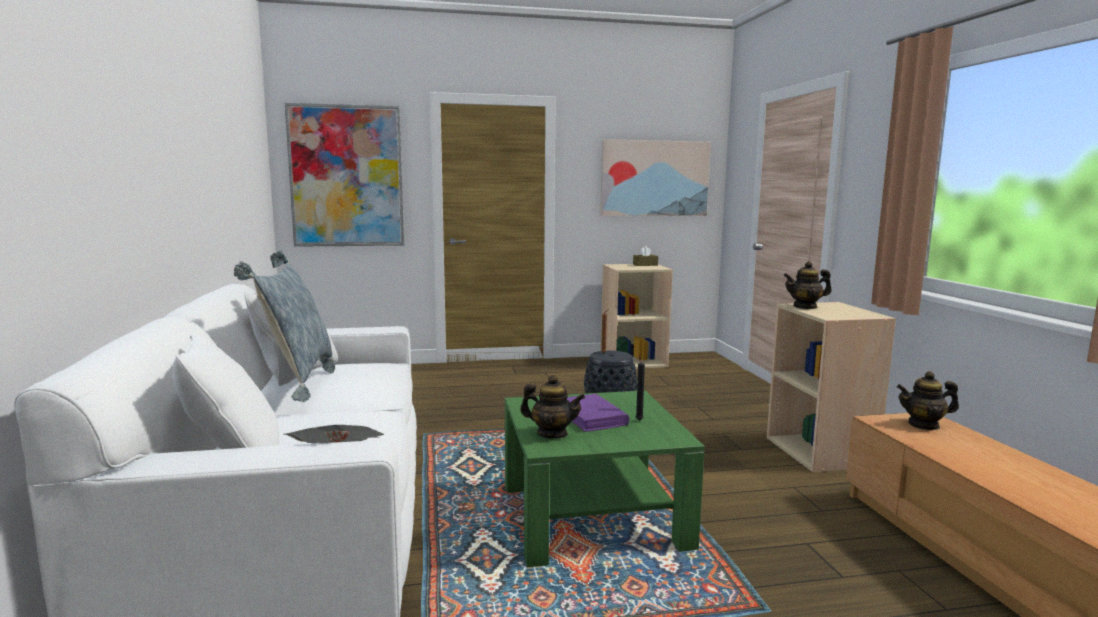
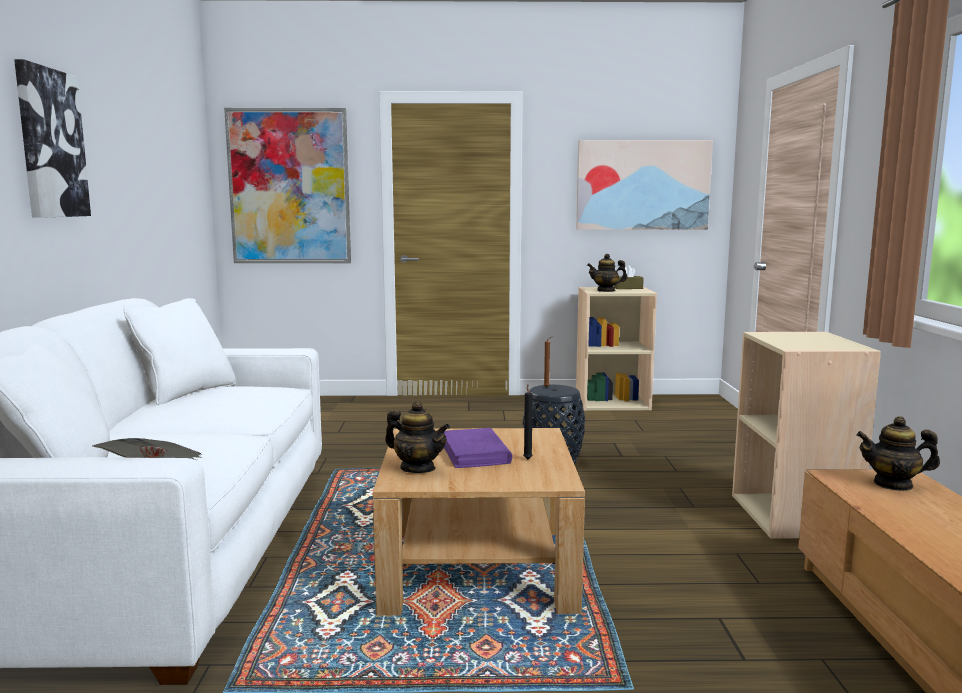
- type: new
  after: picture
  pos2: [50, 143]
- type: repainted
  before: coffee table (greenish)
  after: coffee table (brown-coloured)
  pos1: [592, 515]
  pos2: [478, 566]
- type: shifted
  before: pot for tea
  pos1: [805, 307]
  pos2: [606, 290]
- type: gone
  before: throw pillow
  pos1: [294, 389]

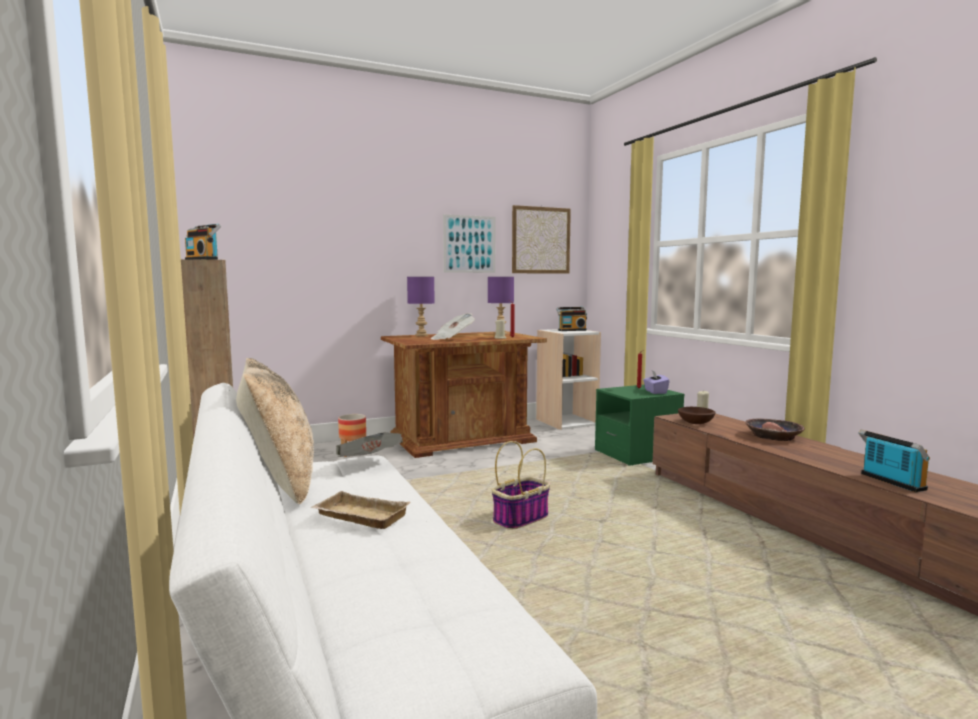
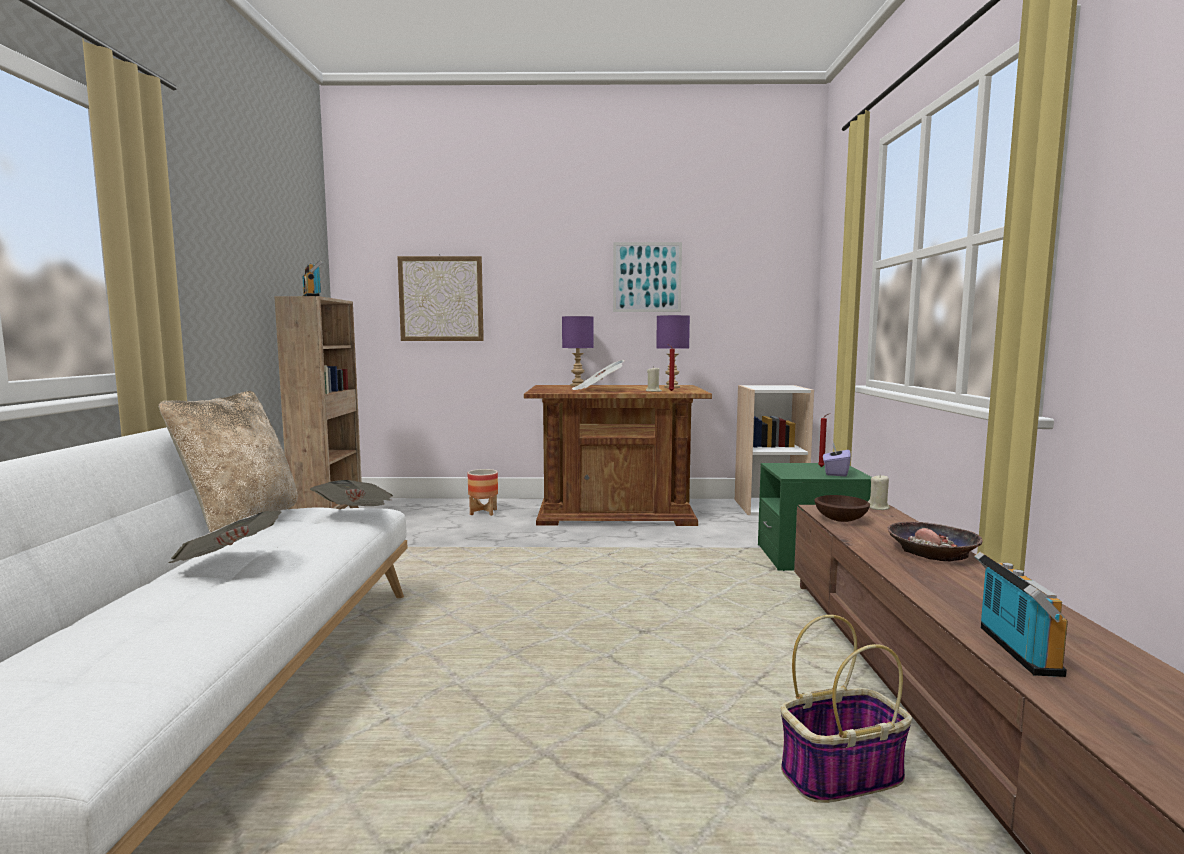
- type: swapped
  before: tray (beige)
  after: daily paper
  pos1: [358, 517]
  pos2: [228, 563]
- type: shifted
  before: picture
  pos1: [541, 239]
  pos2: [441, 298]
- type: shifted
  before: basket
  pos1: [521, 519]
  pos2: [842, 775]
- type: gone
  before: radio set
  pos1: [571, 330]

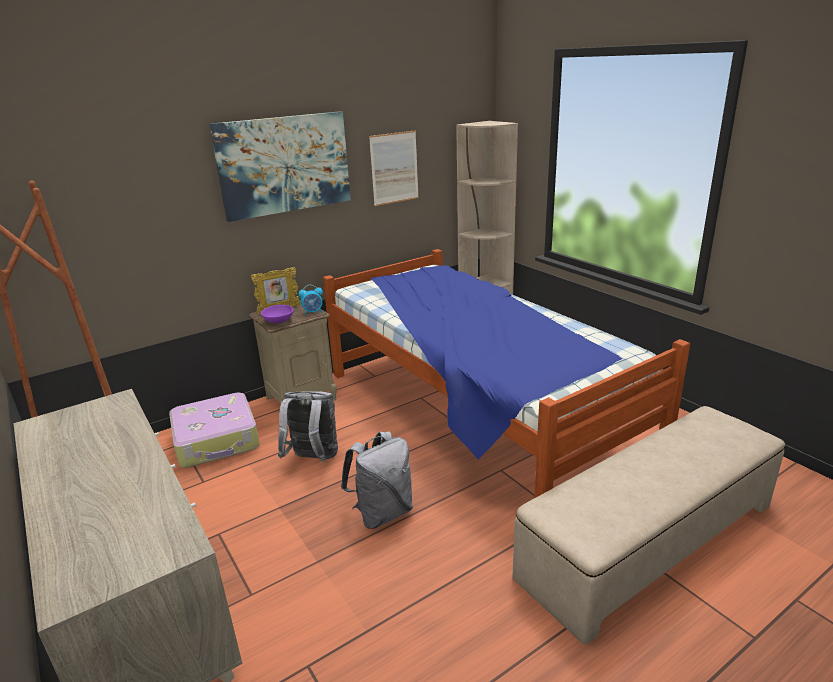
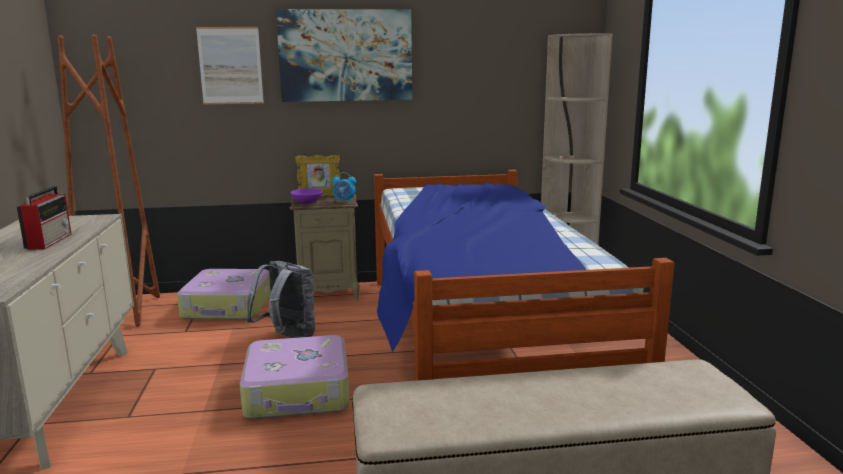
- type: new
  after: radio set
  pos2: [50, 241]
- type: shifted
  before: picture
  pos1: [394, 168]
  pos2: [230, 65]
- type: swapped
  before: rucksack (gray)
  after: suitcase
  pos1: [382, 513]
  pos2: [298, 392]

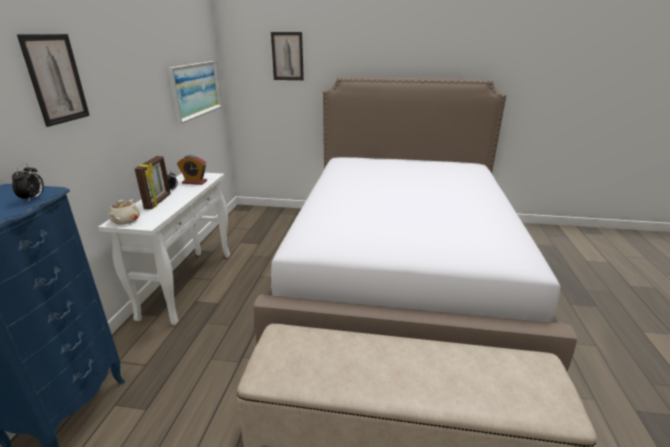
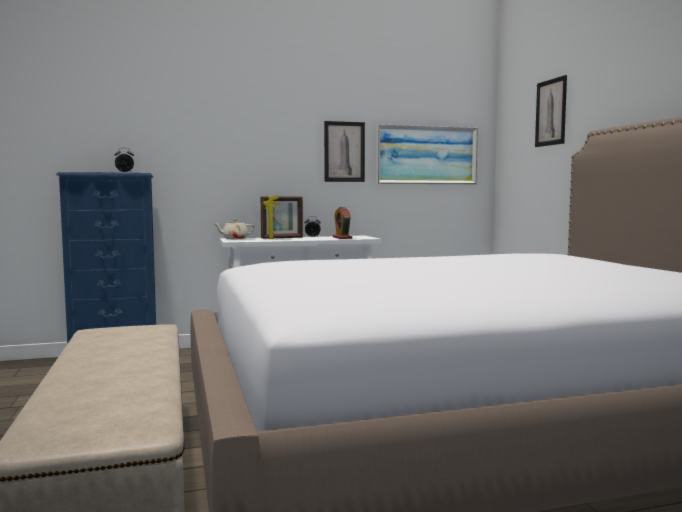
- type: shifted
  before: picture
  pos1: [56, 79]
  pos2: [344, 151]

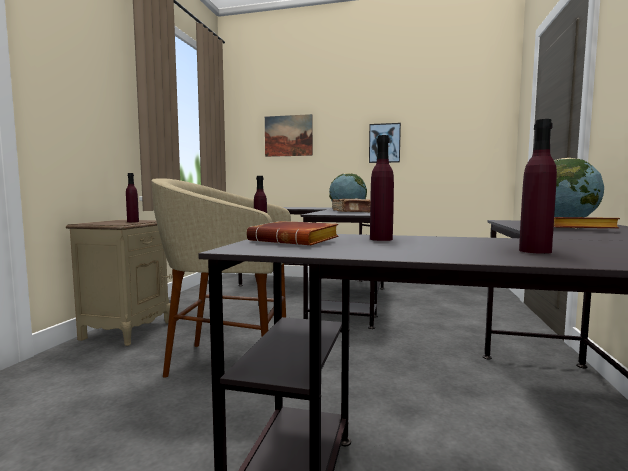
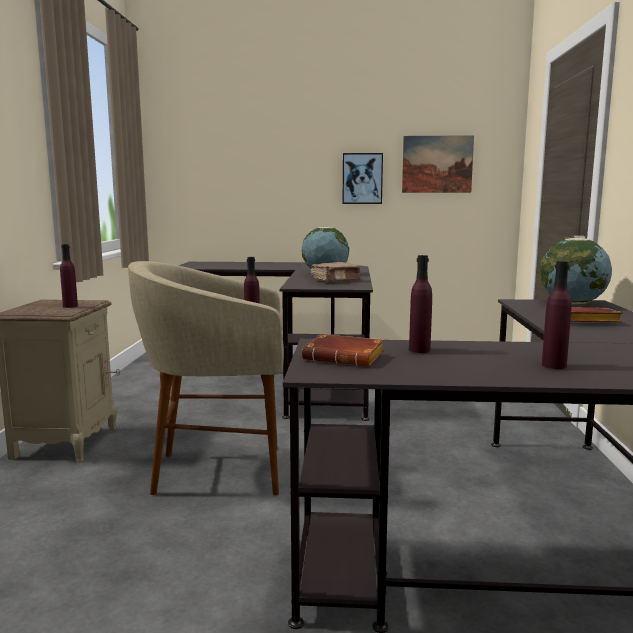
- type: shifted
  before: picture
  pos1: [288, 136]
  pos2: [437, 164]

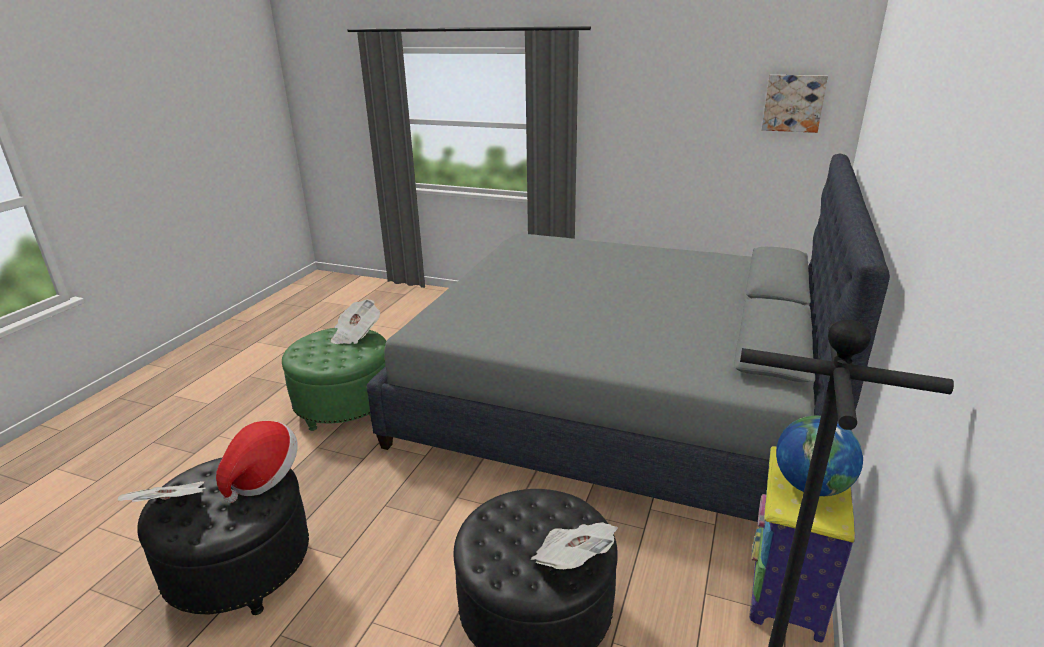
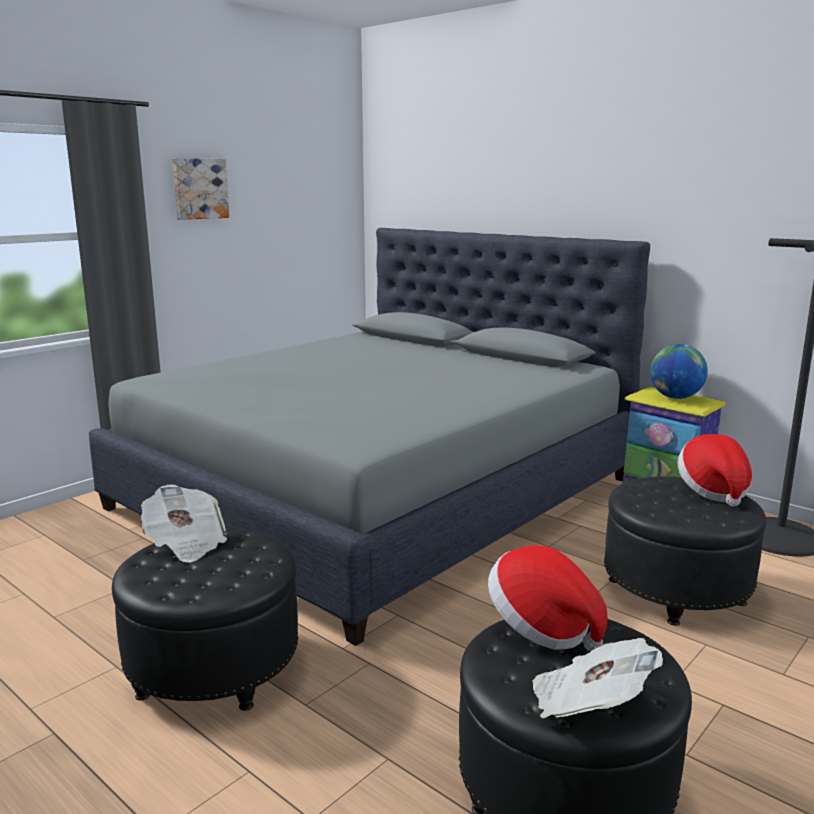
- type: repainted
  before: footrest (greenish)
  after: footrest (black-coloured)
  pos1: [345, 407]
  pos2: [214, 668]
- type: shifted
  before: picture
  pos1: [793, 103]
  pos2: [199, 188]
- type: swapped
  before: daily paper
  after: hat
  pos1: [572, 560]
  pos2: [713, 490]

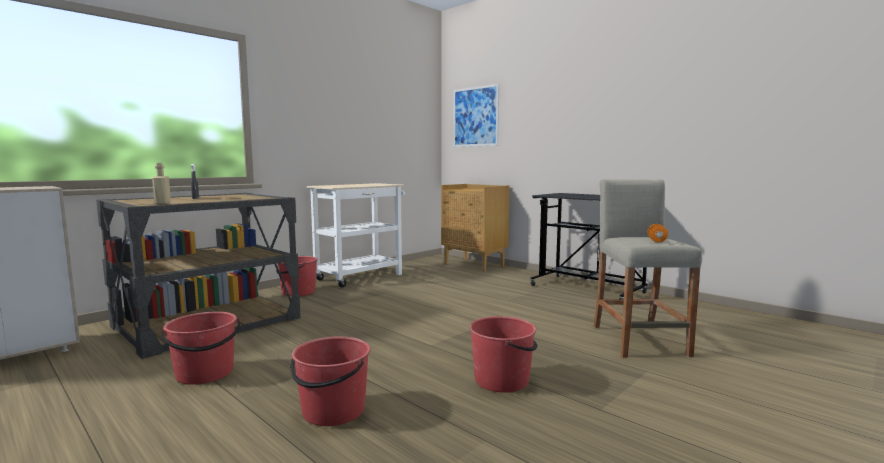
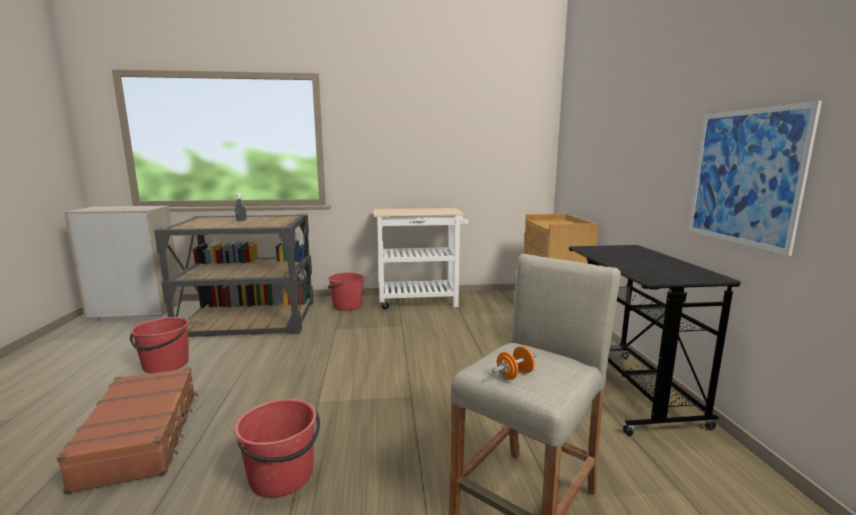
- type: swapped
  before: bucket (reddish)
  after: suitcase (brown-coloured)
  pos1: [333, 411]
  pos2: [142, 436]
- type: shifted
  before: picture
  pos1: [475, 116]
  pos2: [744, 177]
- type: gone
  before: drink bottle (beige)
  pos1: [162, 203]

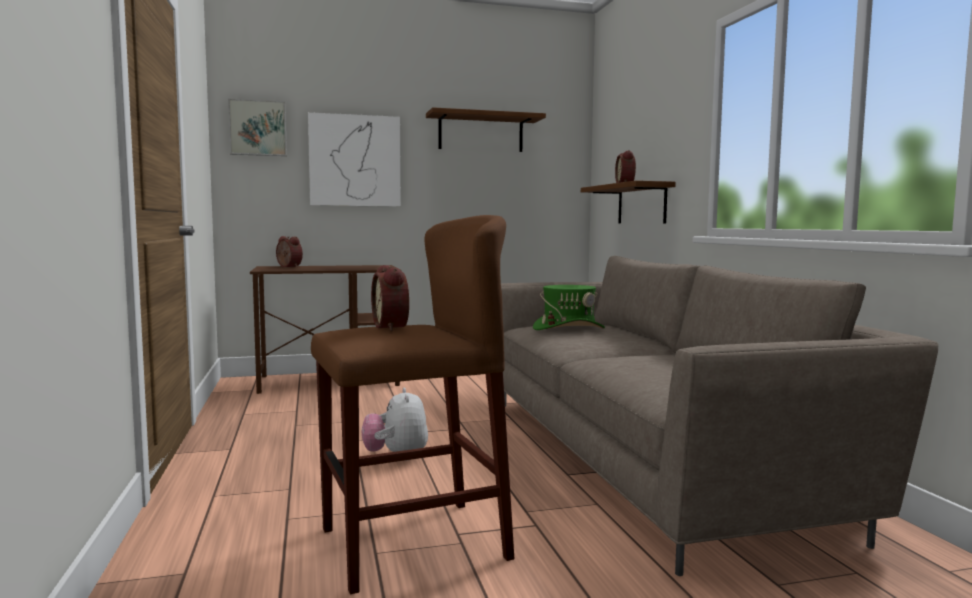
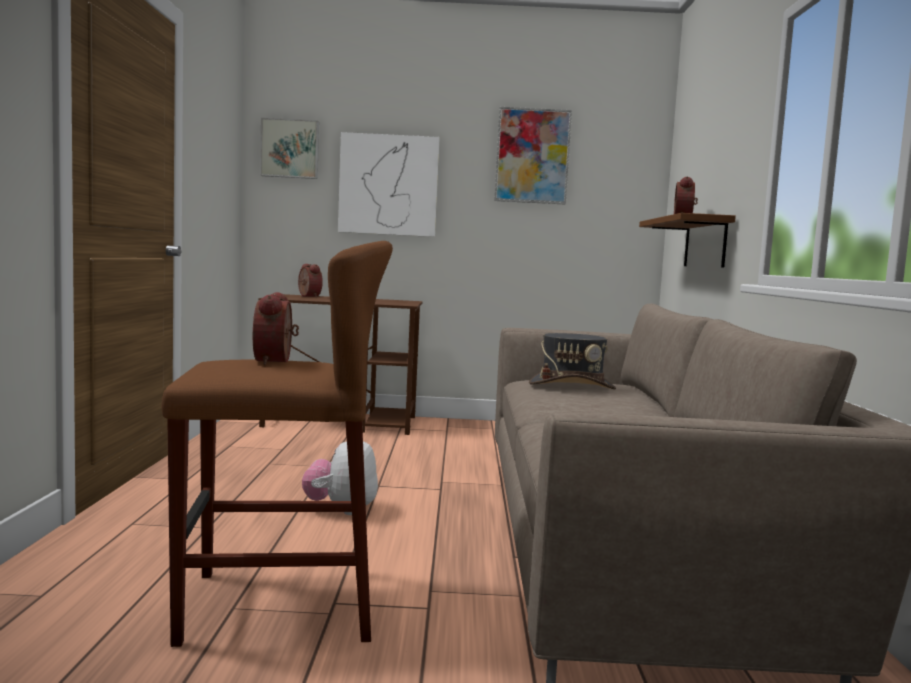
- type: swapped
  before: wall shelf (brown-coloured)
  after: picture
  pos1: [481, 133]
  pos2: [532, 156]
- type: repainted
  before: hat (greenish)
  after: hat (gray)
  pos1: [568, 328]
  pos2: [572, 386]

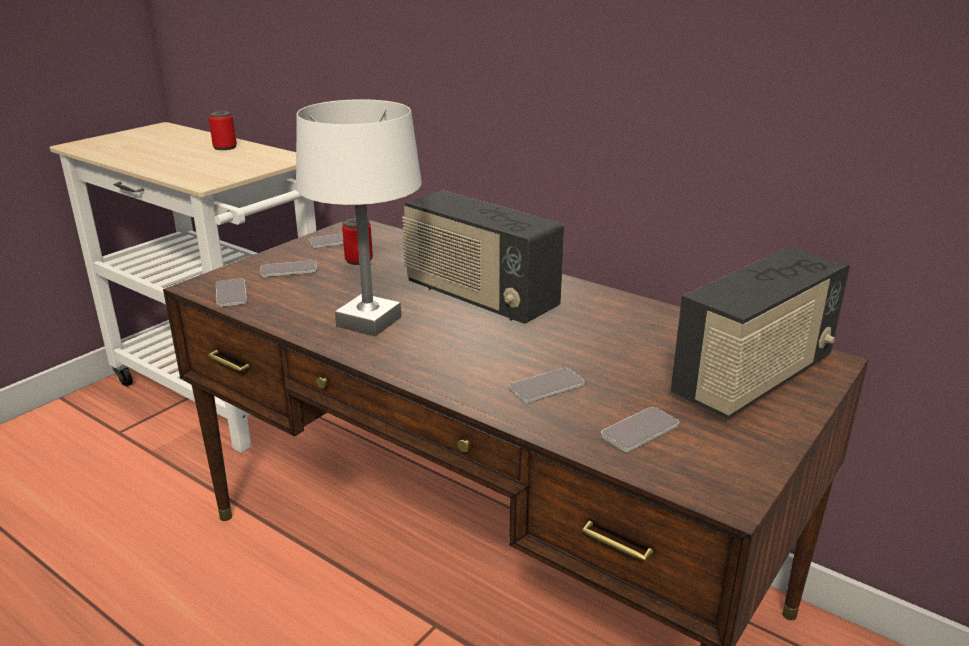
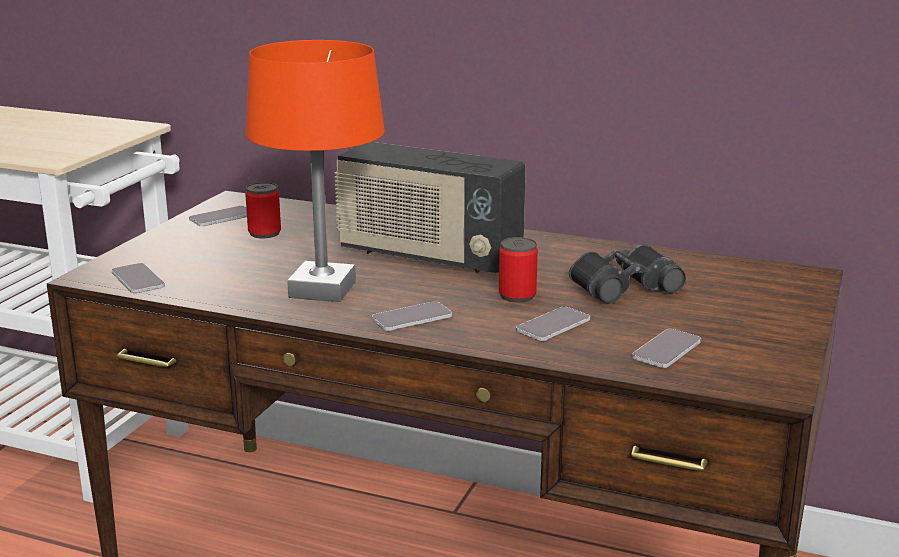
- type: repainted
  before: tabletop lamp (white-coloured)
  after: tabletop lamp (orange-coloured)
  pos1: [369, 322]
  pos2: [323, 289]
- type: shifted
  before: telephone
  pos1: [289, 270]
  pos2: [412, 318]
- type: shifted
  before: metal can
  pos1: [225, 147]
  pos2: [517, 296]
- type: new
  after: field glasses (black-coloured)
  pos2: [623, 286]
- type: gone
  before: radio set
  pos1: [754, 379]

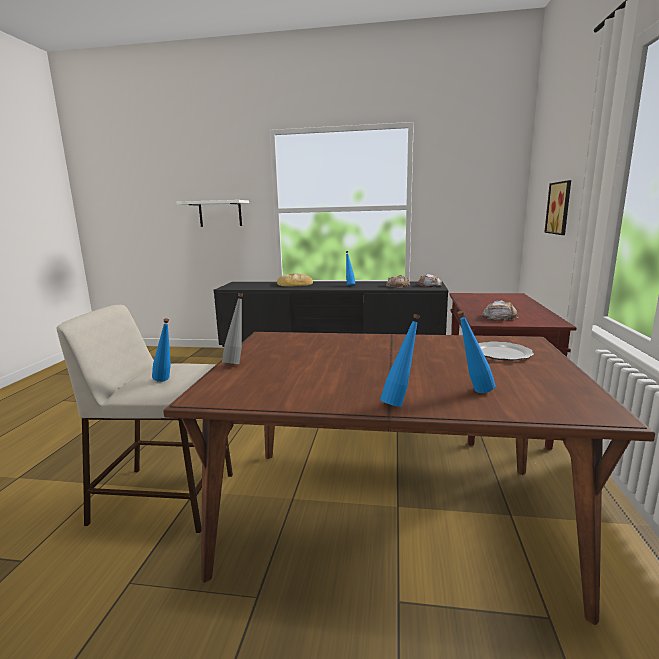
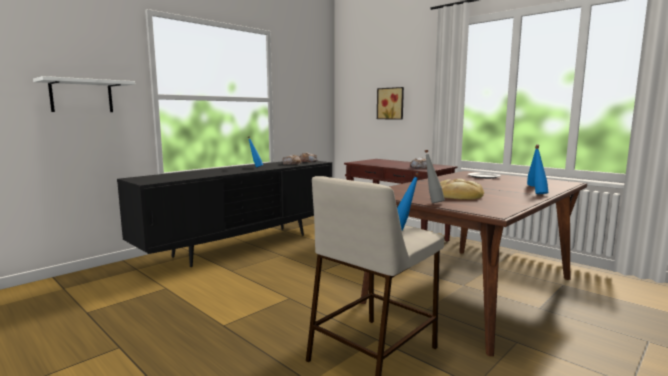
- type: shifted
  before: bakery bread
  pos1: [294, 284]
  pos2: [459, 195]

